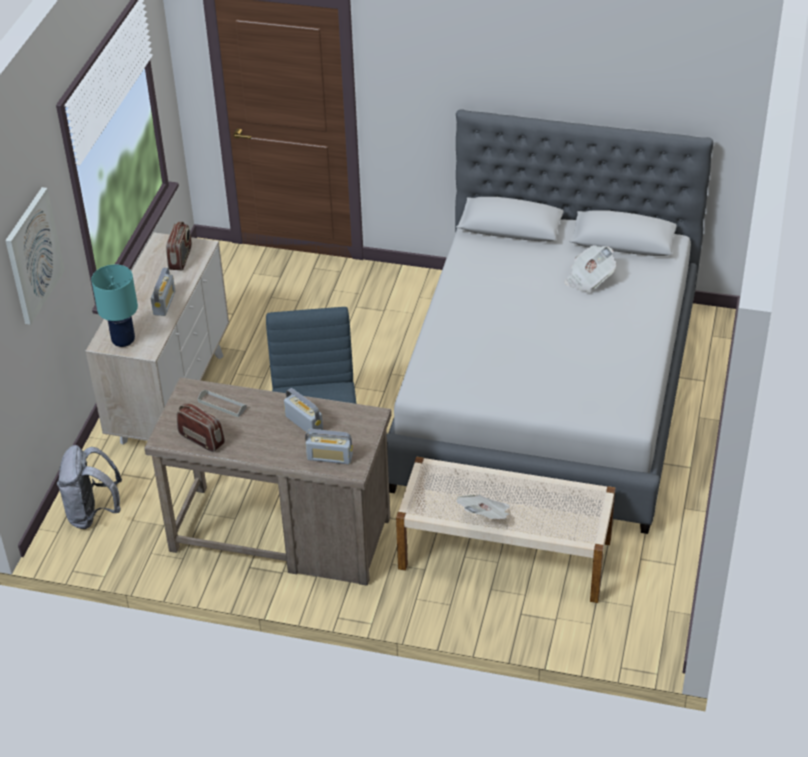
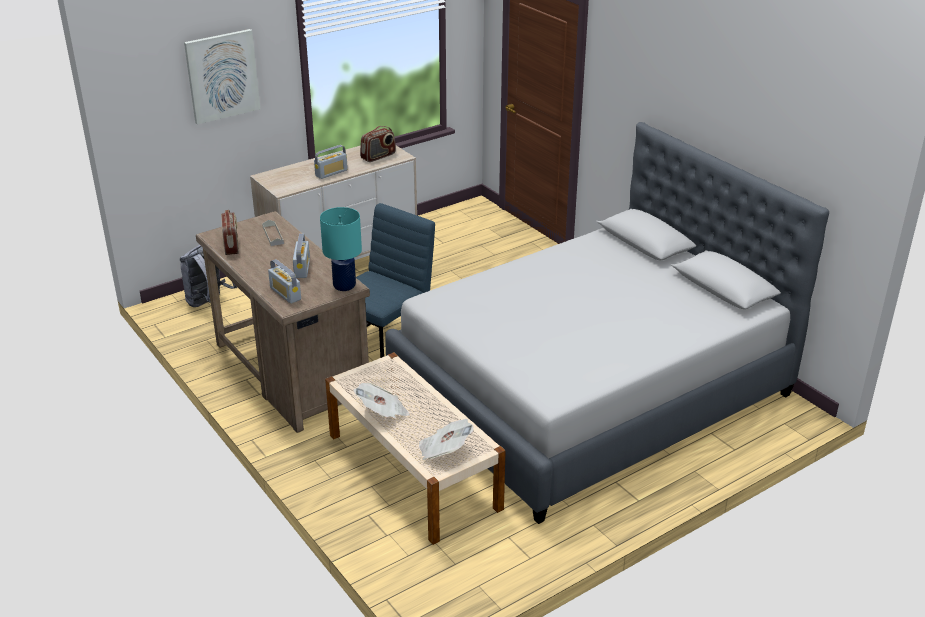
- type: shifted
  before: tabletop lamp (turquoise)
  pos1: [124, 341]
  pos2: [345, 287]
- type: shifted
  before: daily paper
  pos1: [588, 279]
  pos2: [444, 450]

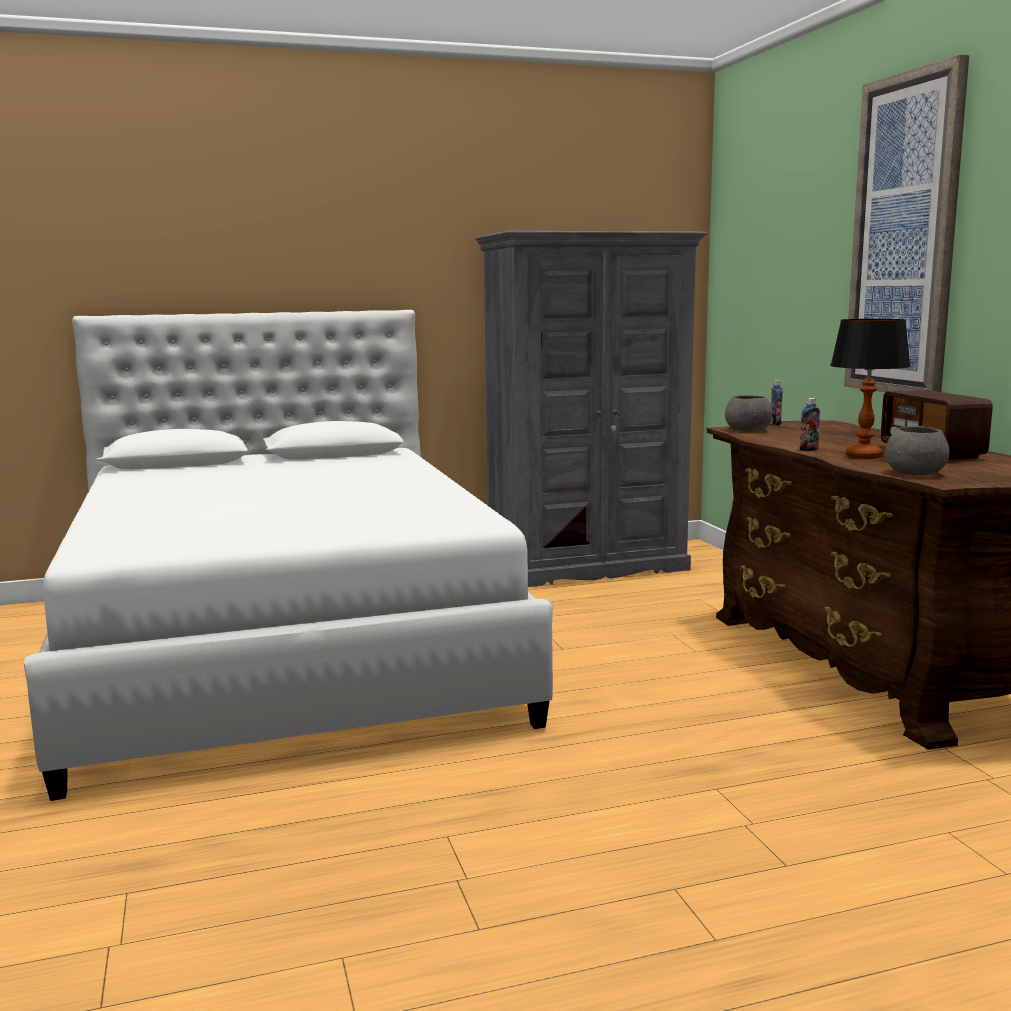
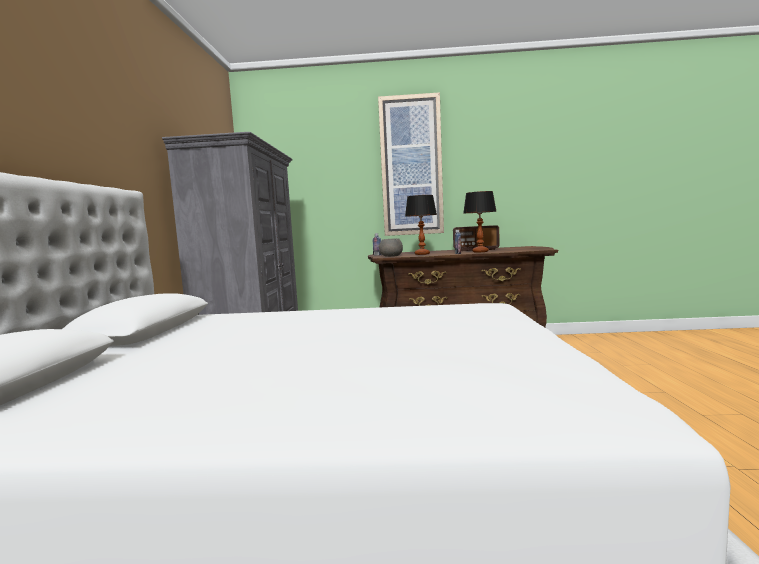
- type: new
  after: tabletop lamp
  pos2: [422, 254]
- type: gone
  before: serving bowl (gray)
  pos1: [914, 472]

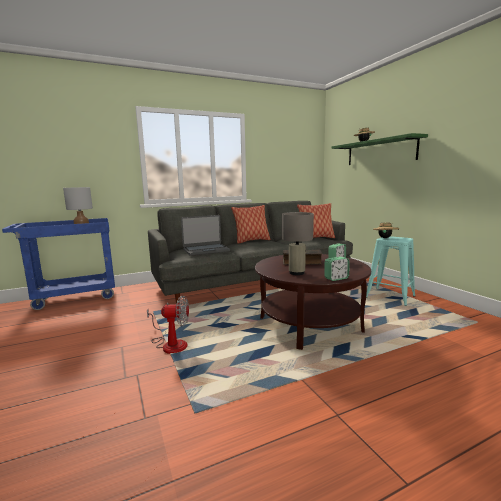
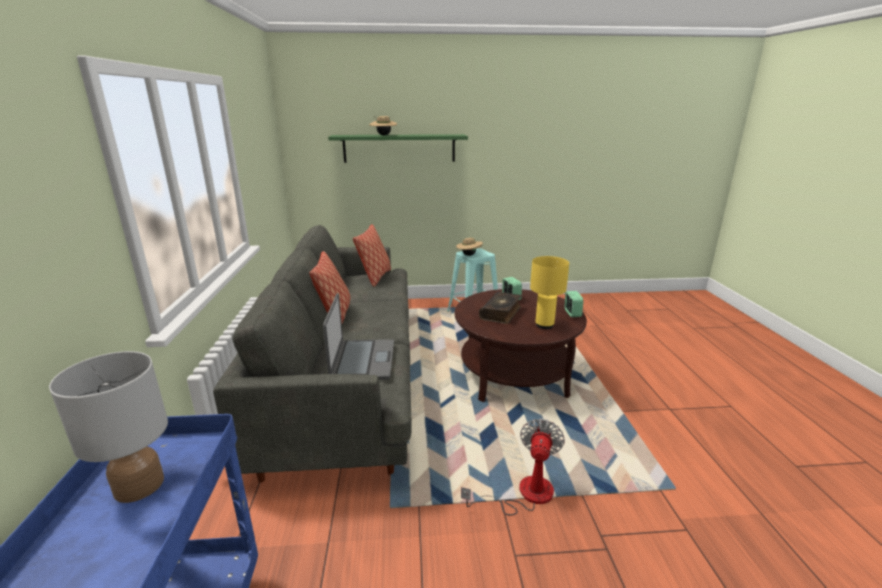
- type: repainted
  before: tabletop lamp (gray)
  after: tabletop lamp (yellow)
  pos1: [296, 273]
  pos2: [544, 325]

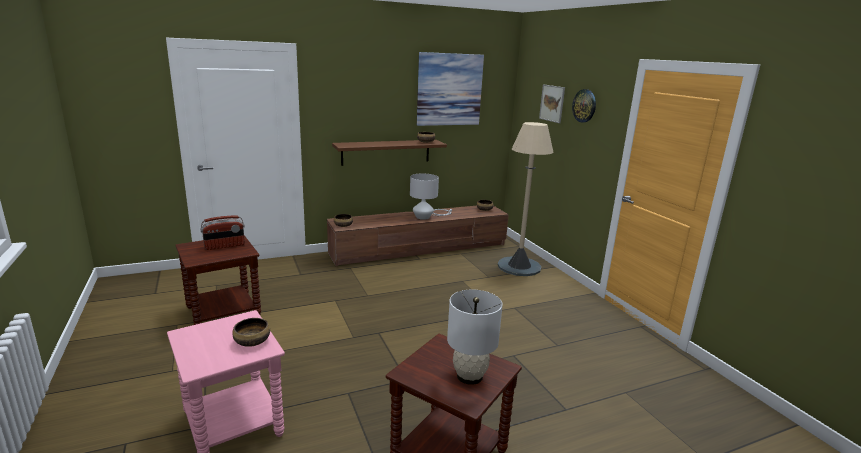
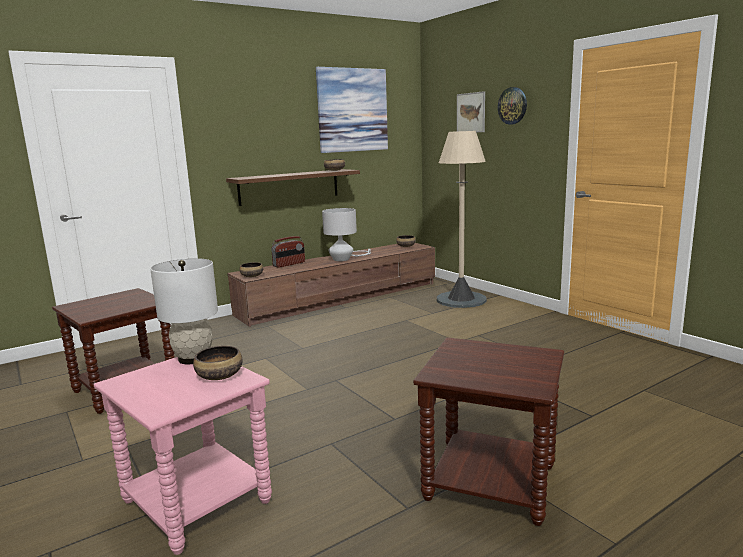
- type: shifted
  before: tabletop lamp (white-coloured)
  pos1: [469, 376]
  pos2: [193, 358]
- type: shifted
  before: radio set
  pos1: [224, 246]
  pos2: [289, 264]

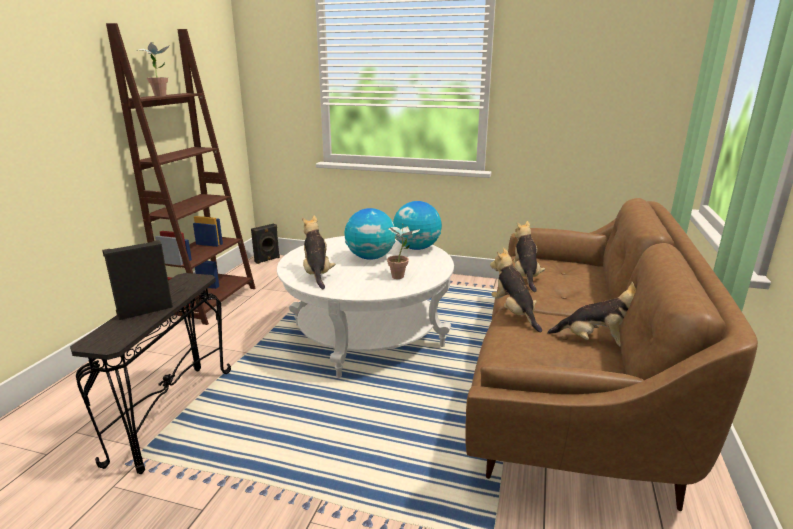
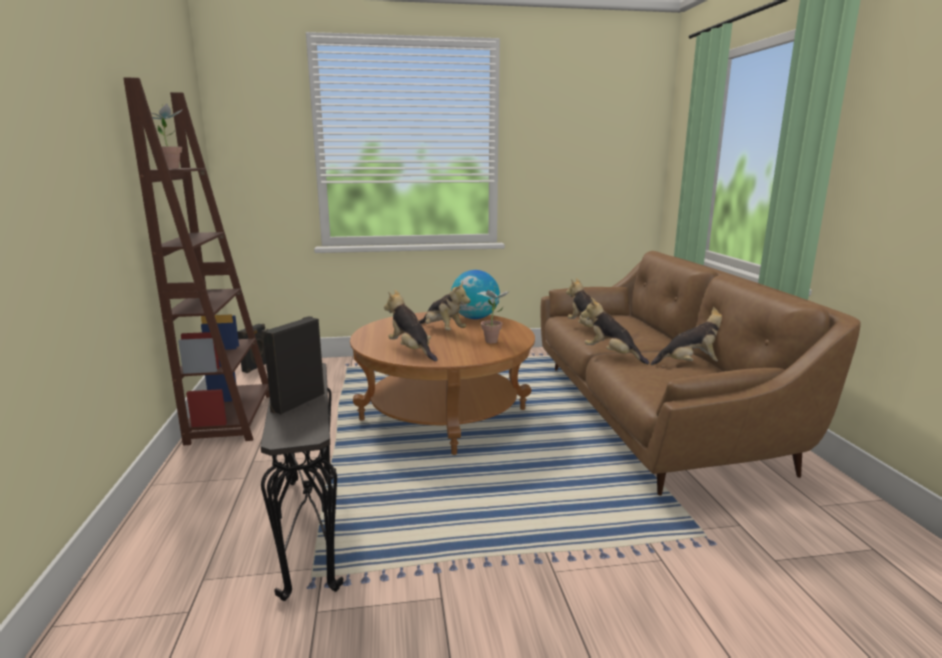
- type: repainted
  before: coffee table (white-coloured)
  after: coffee table (brown-coloured)
  pos1: [367, 335]
  pos2: [444, 414]
- type: swapped
  before: desk globe
  after: plush toy
  pos1: [370, 257]
  pos2: [443, 331]

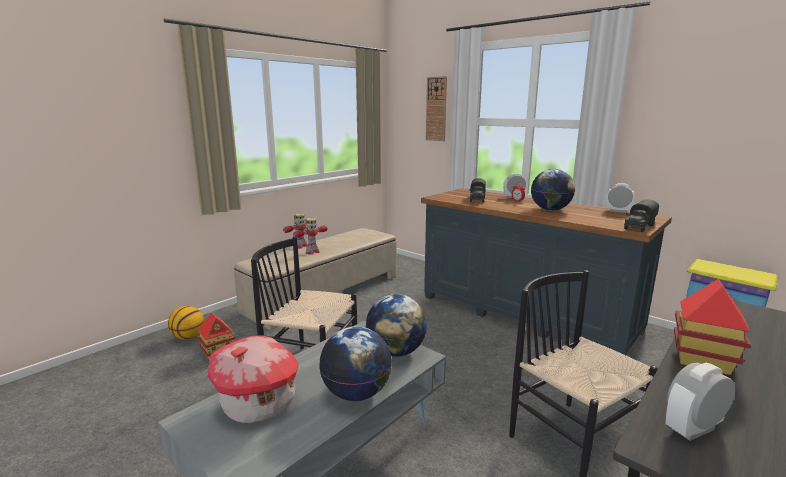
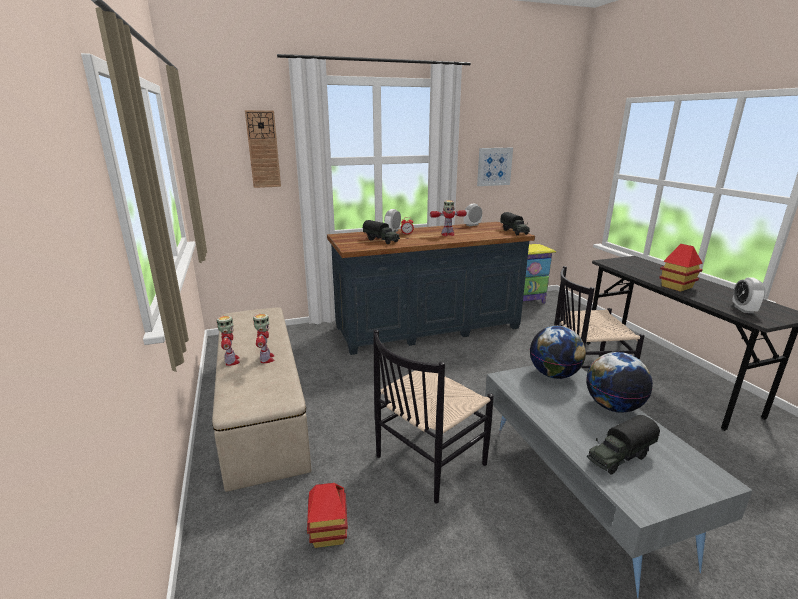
- type: swapped
  before: desk globe
  after: toy robot
  pos1: [550, 210]
  pos2: [447, 234]
- type: new
  after: picture
  pos2: [494, 166]
- type: swapped
  before: miniature house
  after: toy lorry
  pos1: [259, 403]
  pos2: [619, 457]
- type: gone
  before: basketball ball
  pos1: [188, 337]

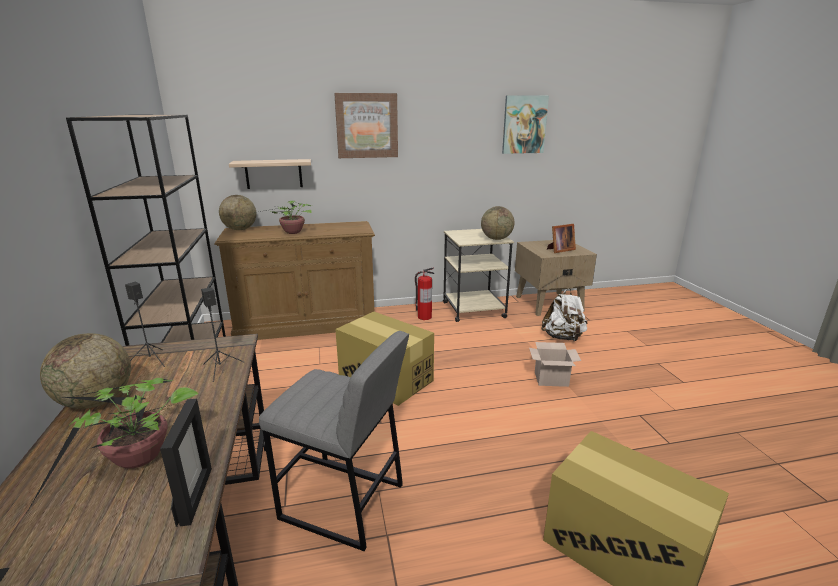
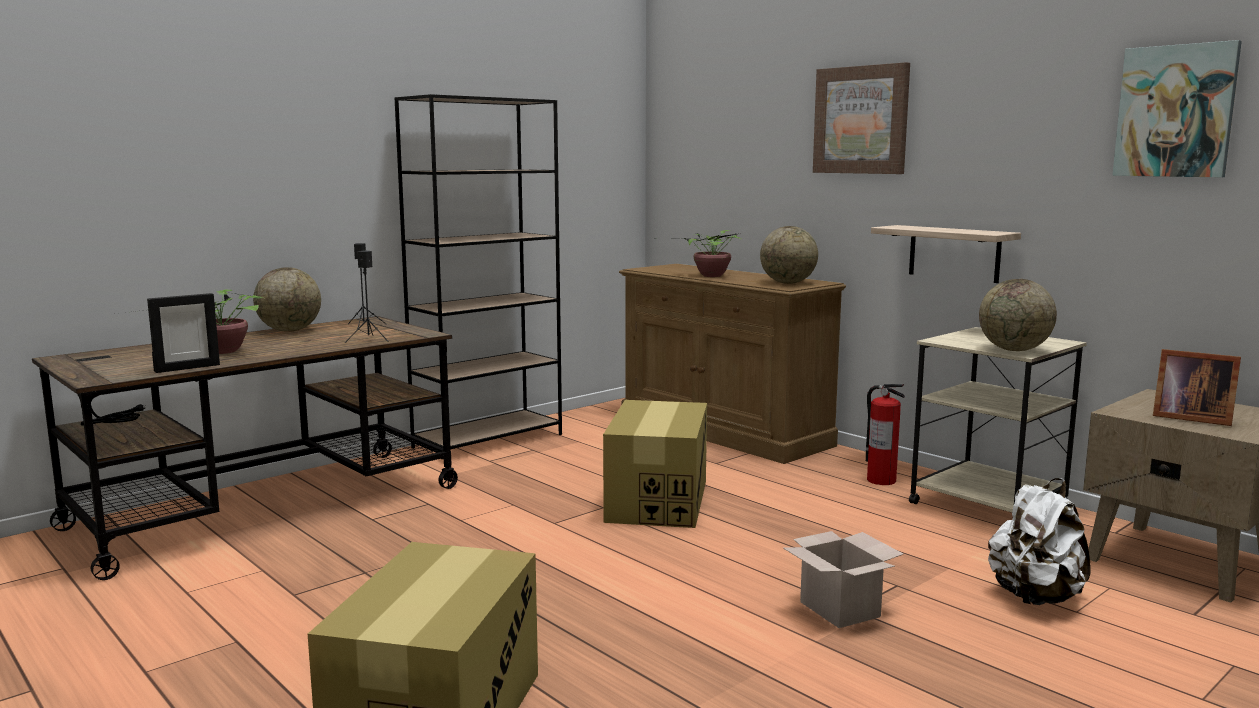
- type: shifted
  before: desk globe
  pos1: [240, 229]
  pos2: [788, 283]
- type: shifted
  before: wall shelf
  pos1: [273, 174]
  pos2: [954, 253]
- type: gone
  before: chair (gray)
  pos1: [345, 502]

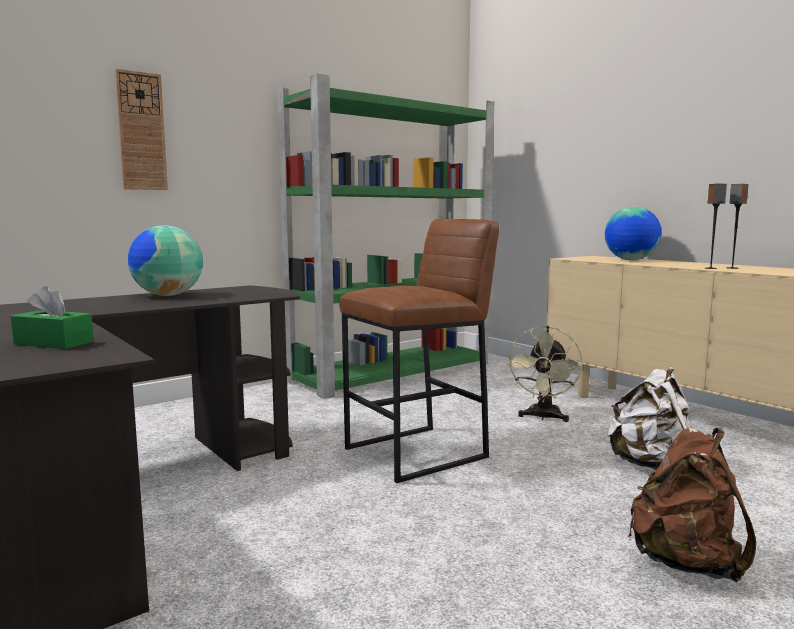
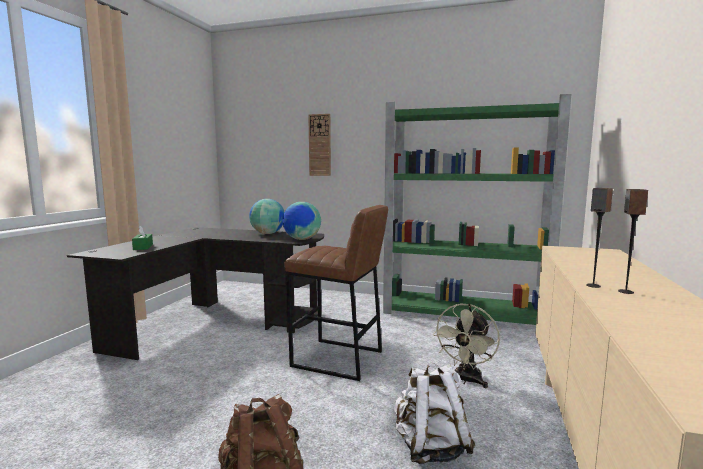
- type: shifted
  before: desk globe
  pos1: [631, 260]
  pos2: [302, 239]
- type: rotated
  before: electric fan (beige)
  pos1: [543, 417]
  pos2: [466, 380]
  turn: -45

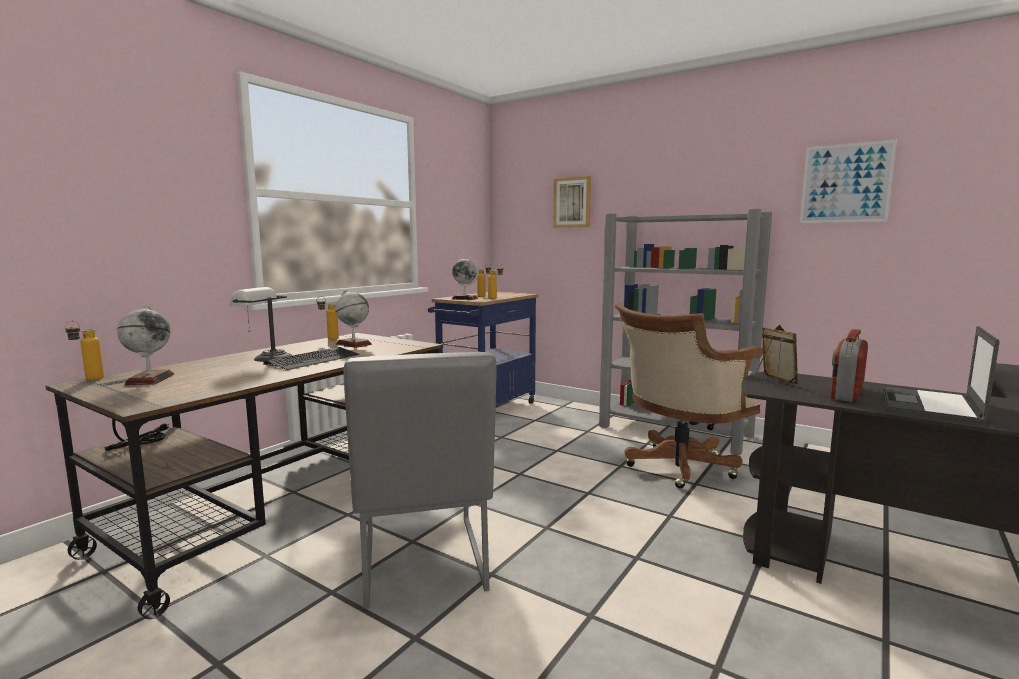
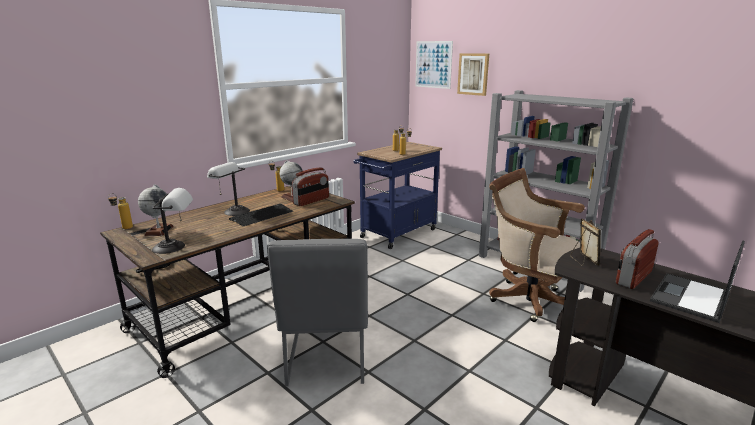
- type: new
  after: tabletop lamp
  pos2: [176, 246]
- type: new
  after: radio set
  pos2: [311, 201]
- type: shifted
  before: picture
  pos1: [845, 183]
  pos2: [433, 64]
- type: rotated
  before: office chair
  pos1: [677, 468]
  pos2: [526, 299]
  turn: 60
- type: gone
  before: desk globe
  pos1: [465, 298]

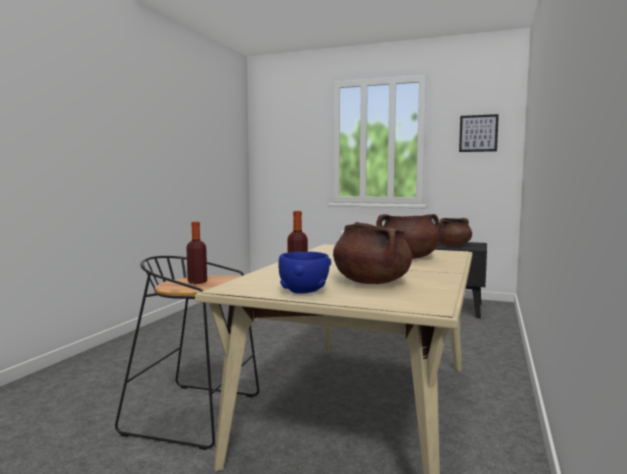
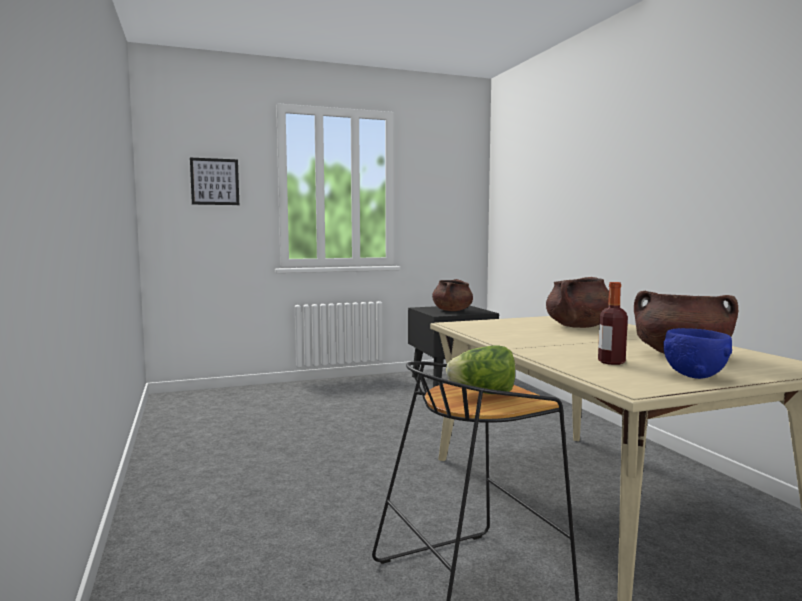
- type: shifted
  before: picture
  pos1: [478, 133]
  pos2: [215, 181]
- type: swapped
  before: drink bottle
  after: lettuce
  pos1: [197, 282]
  pos2: [483, 393]

